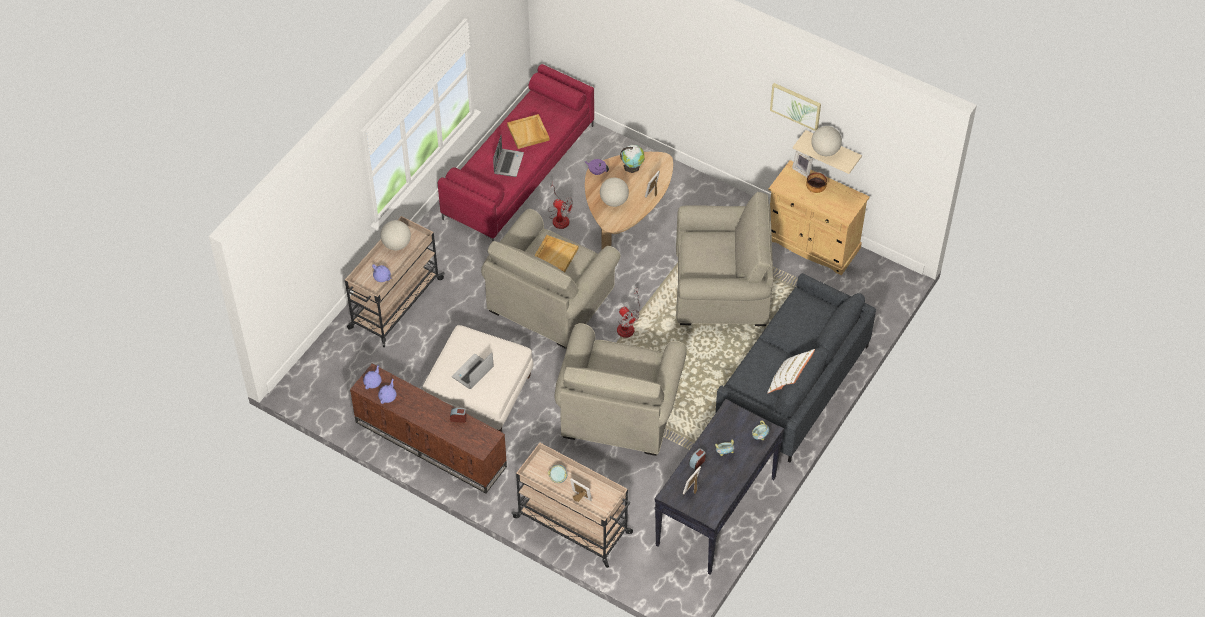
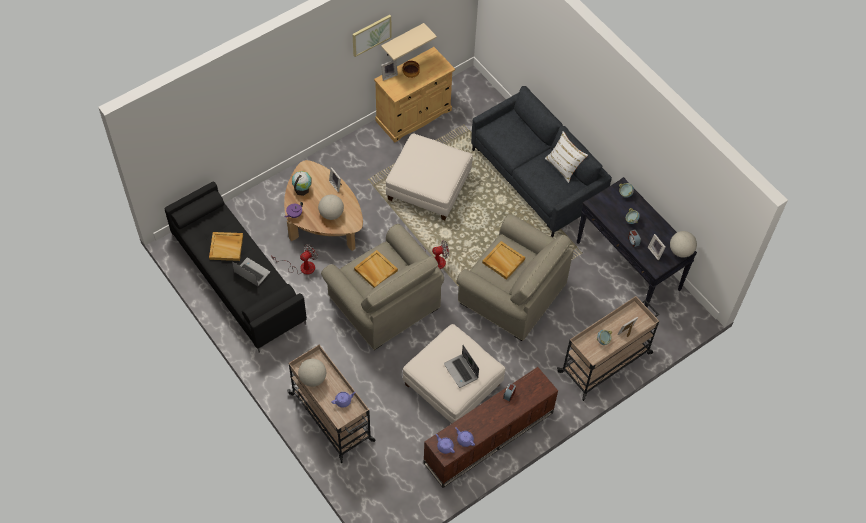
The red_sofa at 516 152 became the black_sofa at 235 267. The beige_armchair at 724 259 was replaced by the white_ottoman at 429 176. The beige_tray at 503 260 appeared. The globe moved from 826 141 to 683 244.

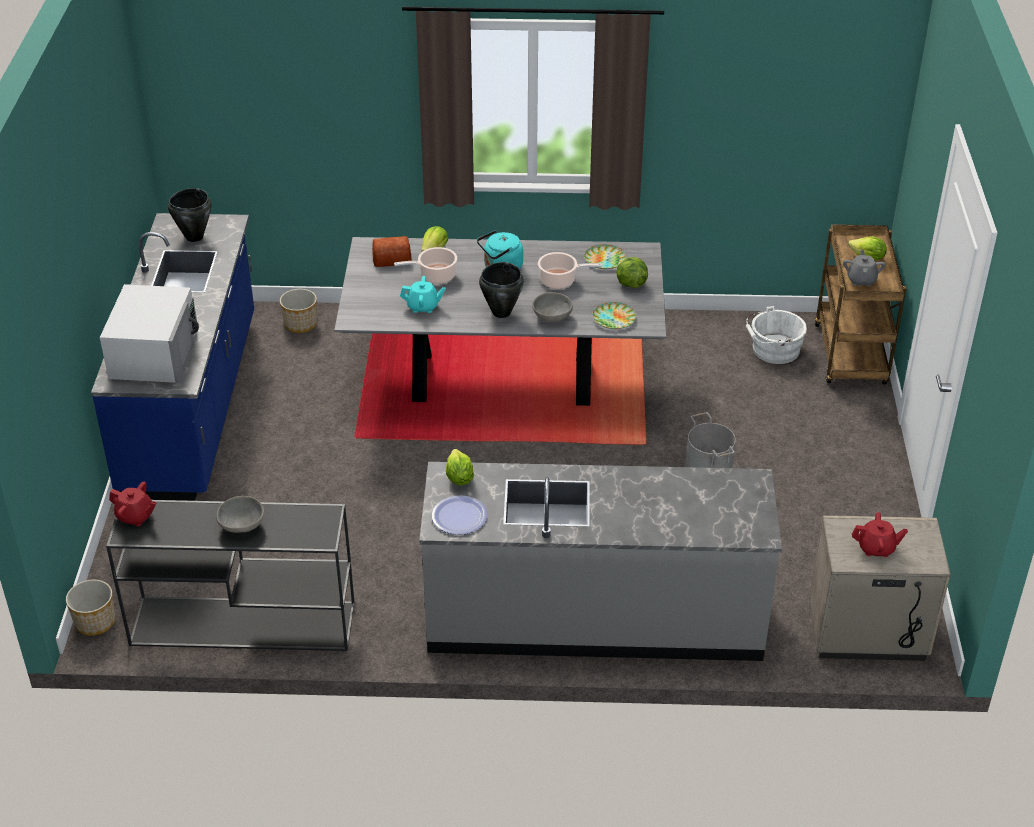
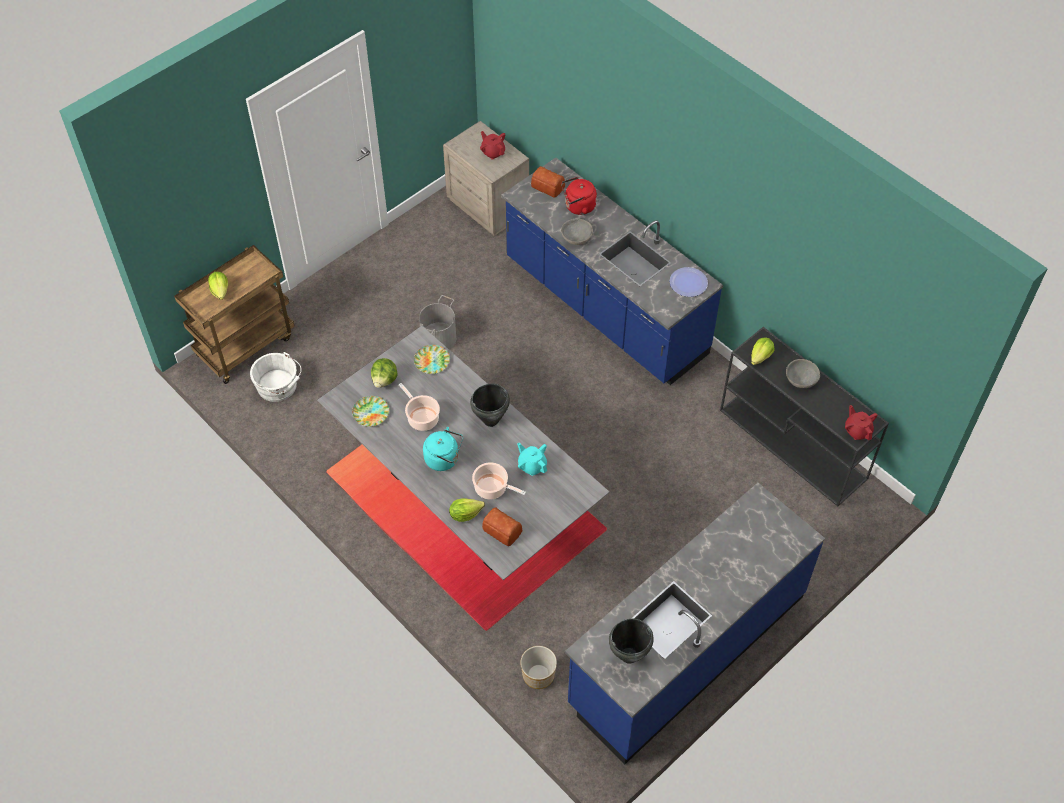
The grey_counter at 600 561 became the blue_counter at 612 271. The bread at 548 182 appeared. The red_kettle at 579 196 appeared. The grey_bowl moved from 552 307 to 577 231. The lettuce moved from 460 467 to 762 351. The planter at 90 608 disappeared. The white_microwave at 149 333 disappeared. The grey_teapot at 864 268 disappeared.

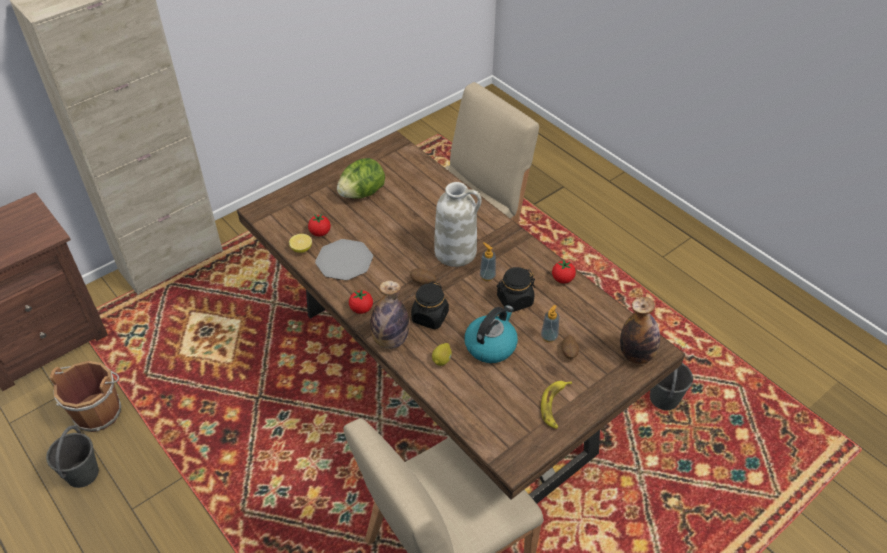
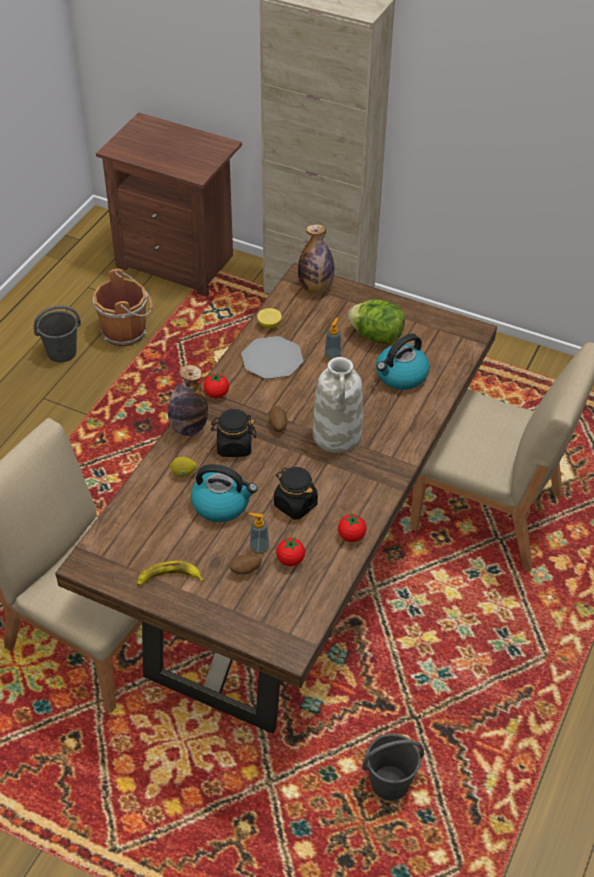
The tomato moved from 319 225 to 290 551. The bottle moved from 640 330 to 316 259. The soap_dispenser moved from 488 261 to 333 338. The kettle at 403 362 appeared.

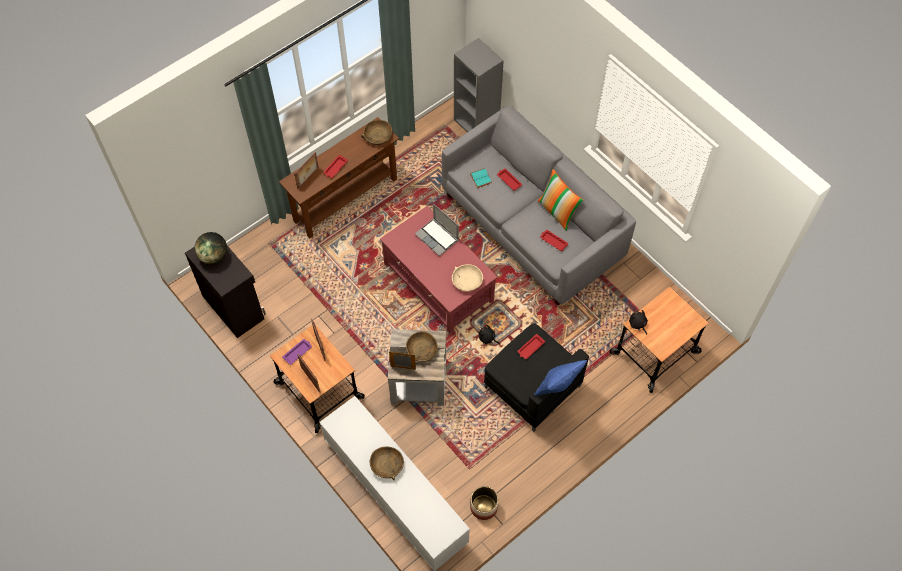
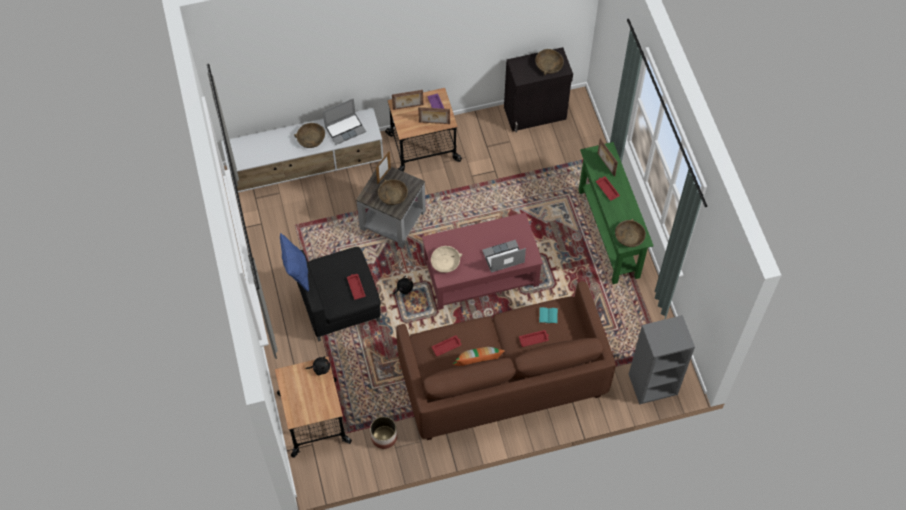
The laptop at 344 121 appeared. The planter moved from 484 503 to 383 432. The grey_sofa at 539 205 became the brown_sofa at 506 360. The globe at 211 248 was replaced by the brown_bowl at 549 62. The brown_console_table at 339 178 became the green_console_table at 616 213.

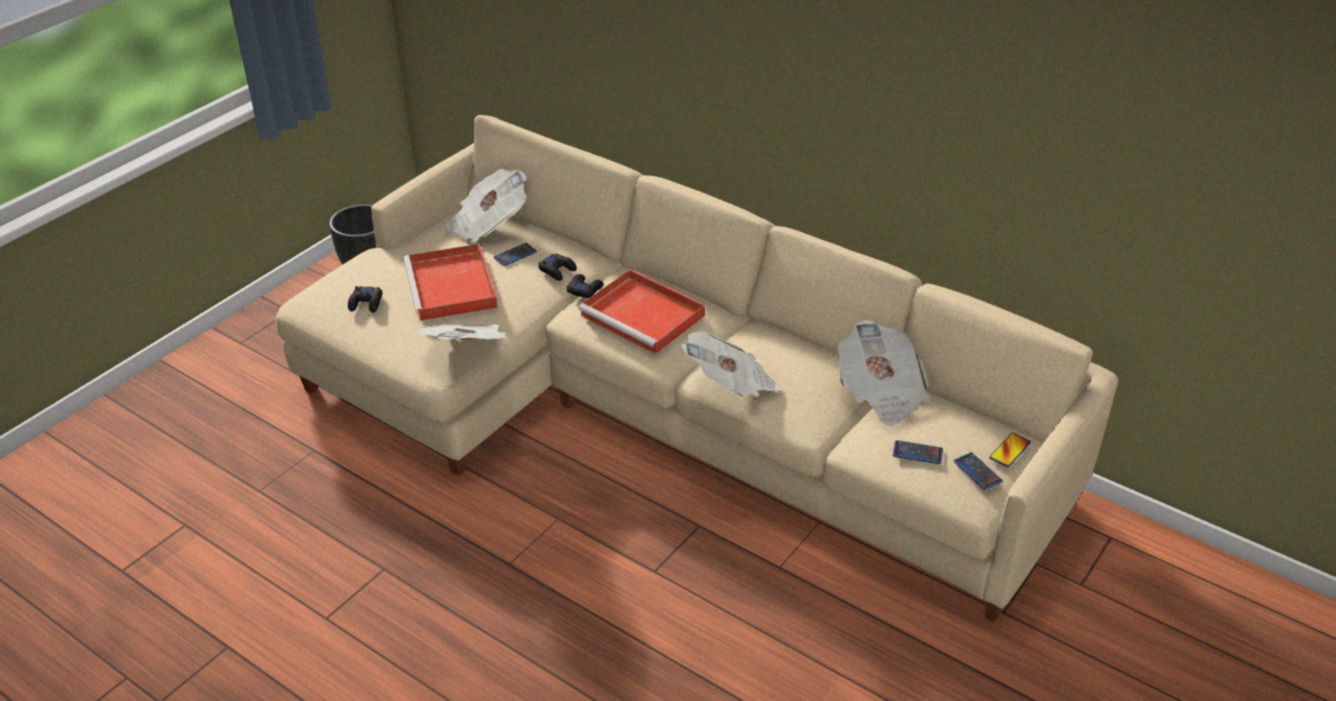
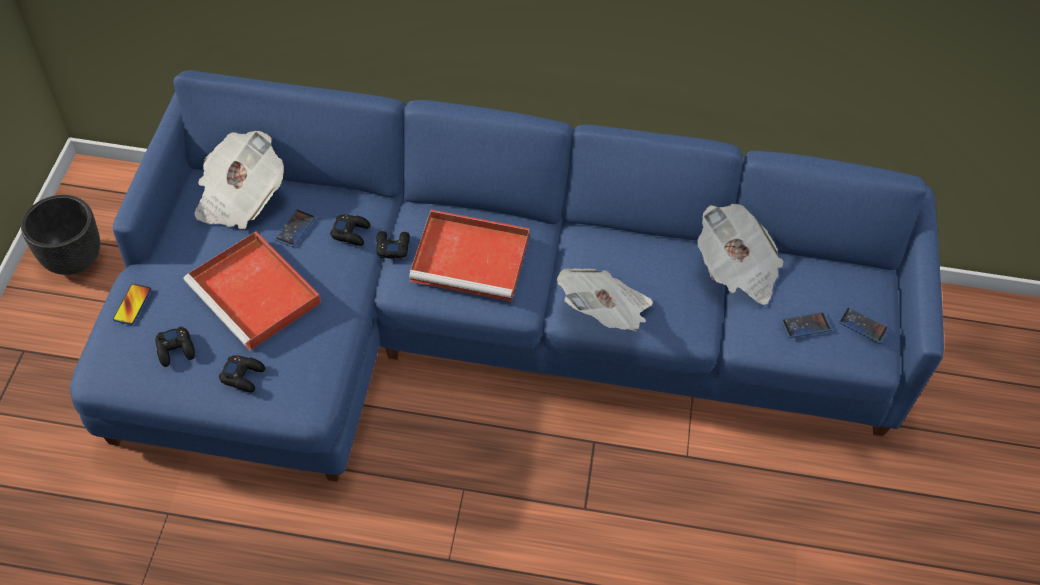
The beige_sofa at 696 368 became the blue_sofa at 506 276. The phone moved from 1010 450 to 132 304. The black_game_controller at 242 374 appeared. The newspaper at 461 332 disappeared.

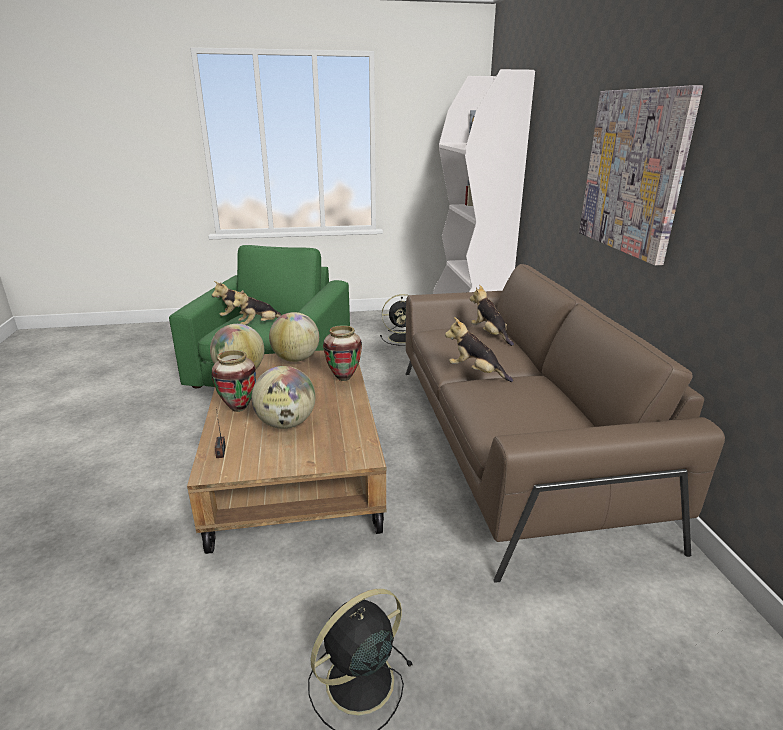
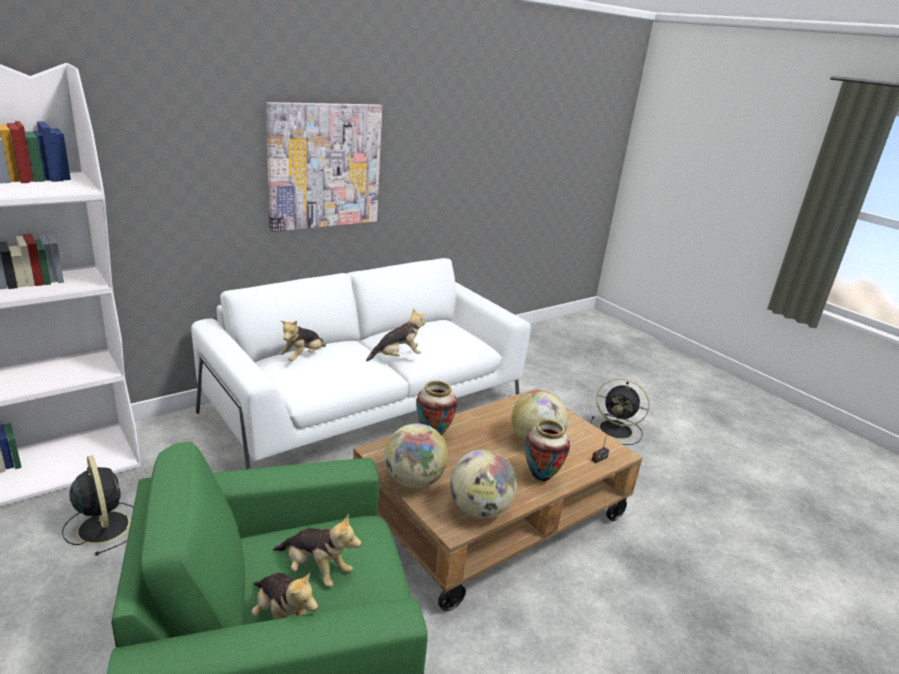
The brown_sofa at 565 423 became the white_sofa at 361 363. The plush_toy at 479 349 turned 120 degrees counterclockwise.

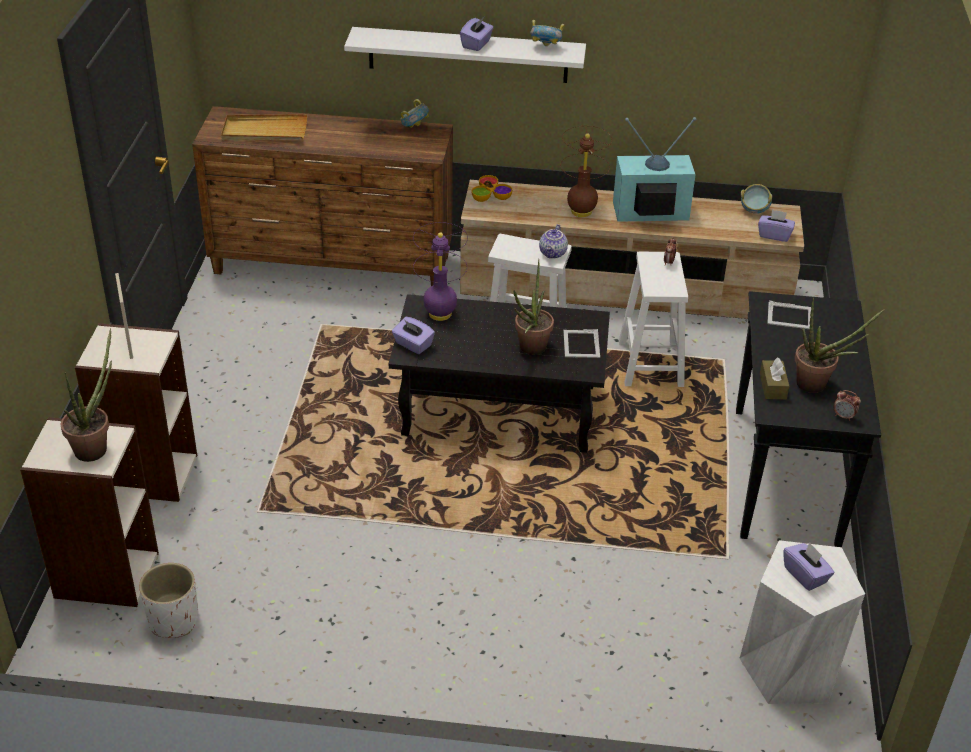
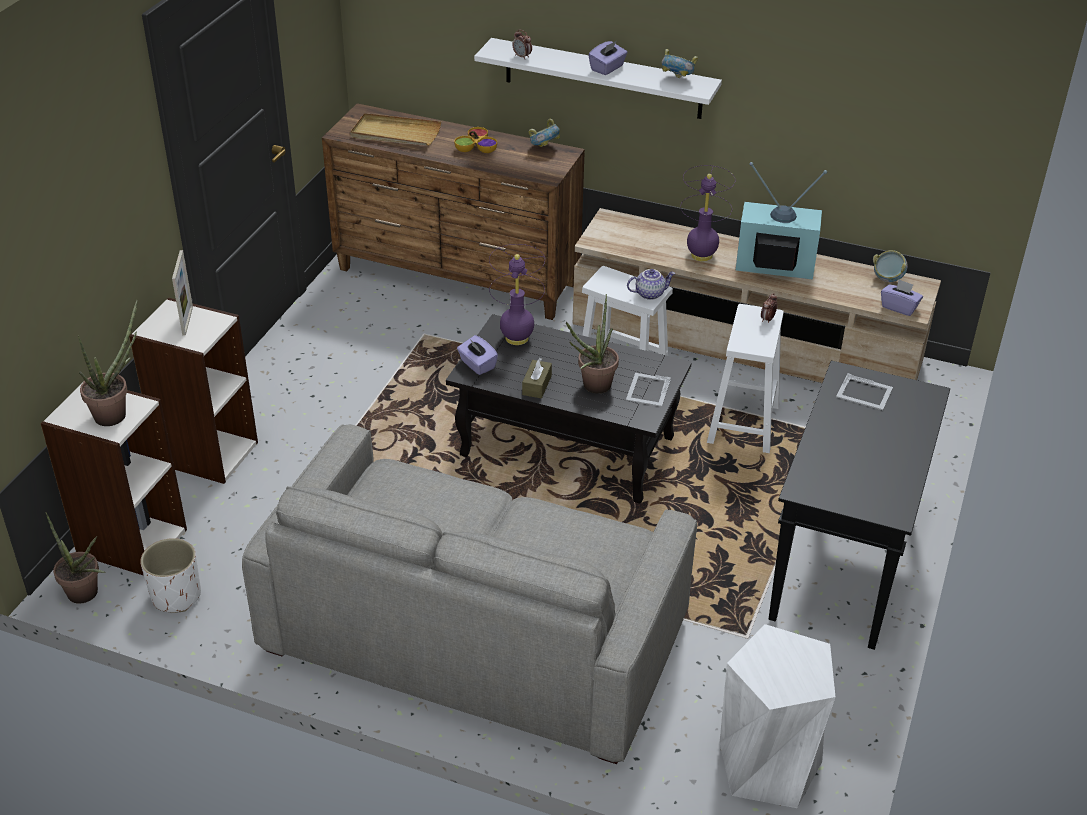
The potted_plant moved from 840 345 to 75 558. The grey_sofa at 469 594 appeared. The bowl moved from 492 188 to 475 140. The alarm_clock moved from 847 405 to 522 44. The brown_tissue_box moved from 774 378 to 537 378. The teapot at 553 241 turned 135 degrees counterclockwise. The brown_table_lamp at 586 171 became the purple_table_lamp at 707 213. The purple_tissue_box at 808 566 disappeared.

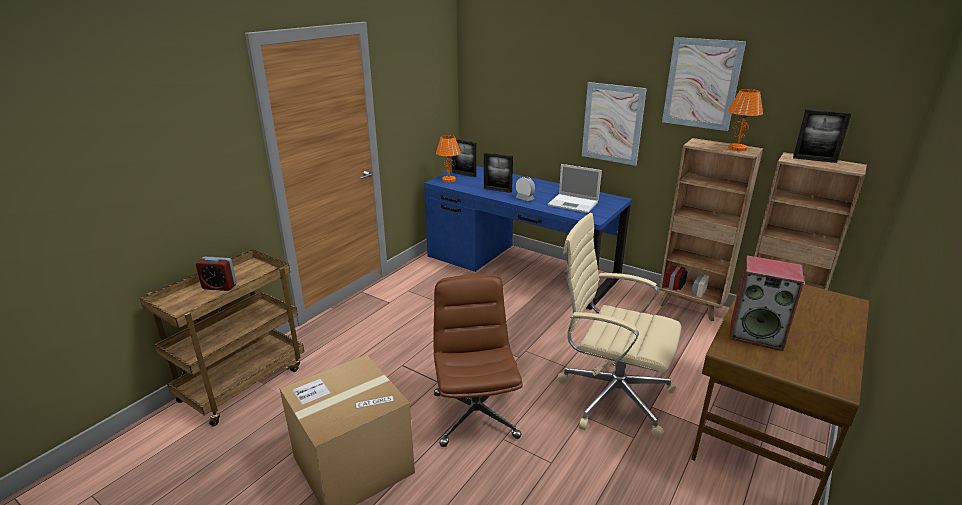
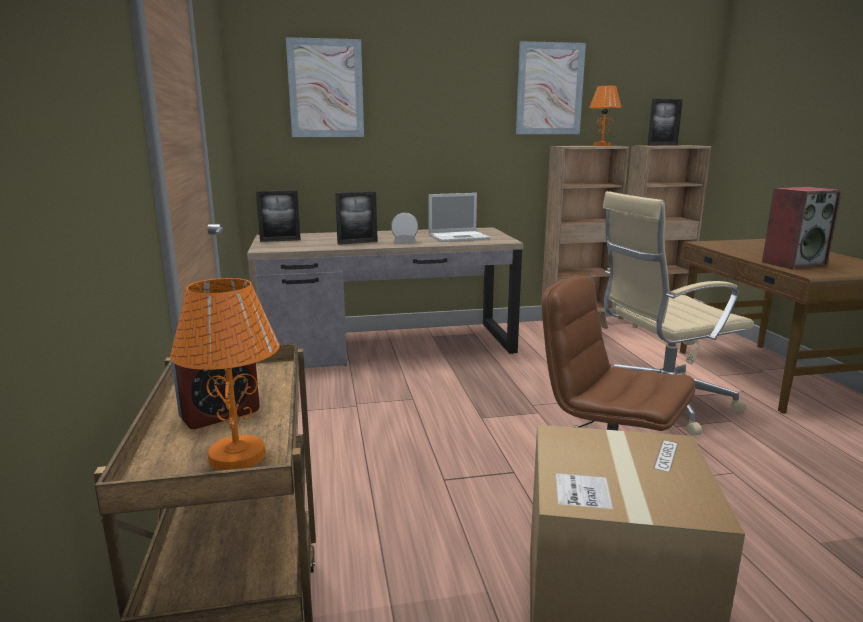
The orange_table_lamp moved from 448 158 to 225 374. The blue_desk at 528 238 became the brown_desk at 385 297. The picture moved from 614 124 to 325 87.

